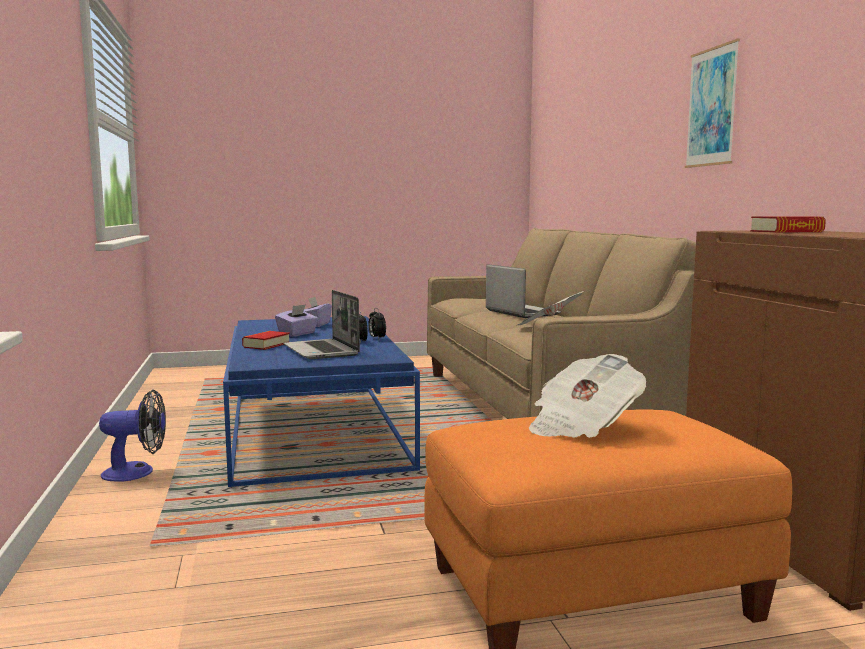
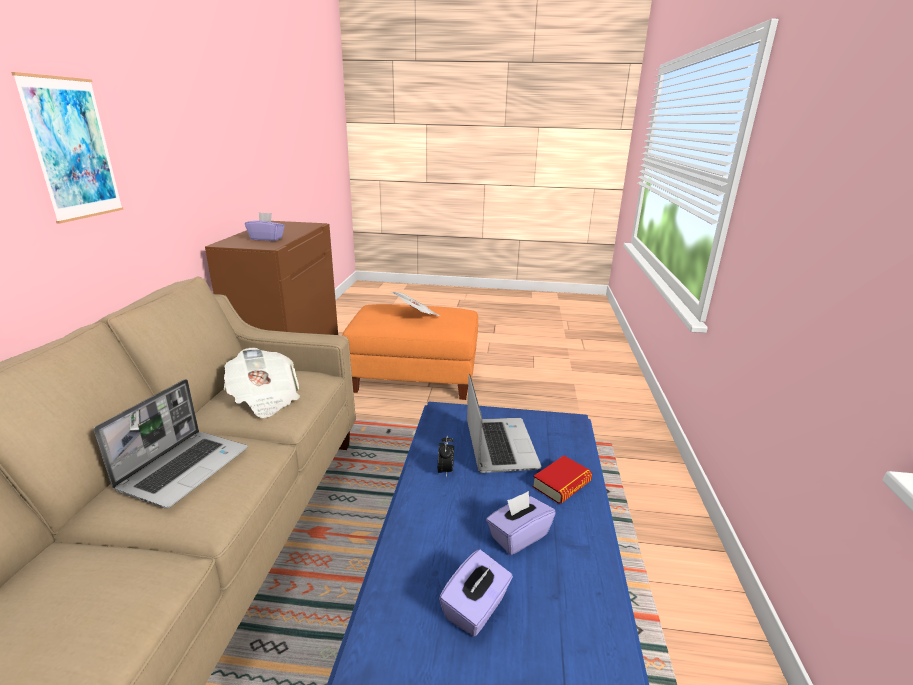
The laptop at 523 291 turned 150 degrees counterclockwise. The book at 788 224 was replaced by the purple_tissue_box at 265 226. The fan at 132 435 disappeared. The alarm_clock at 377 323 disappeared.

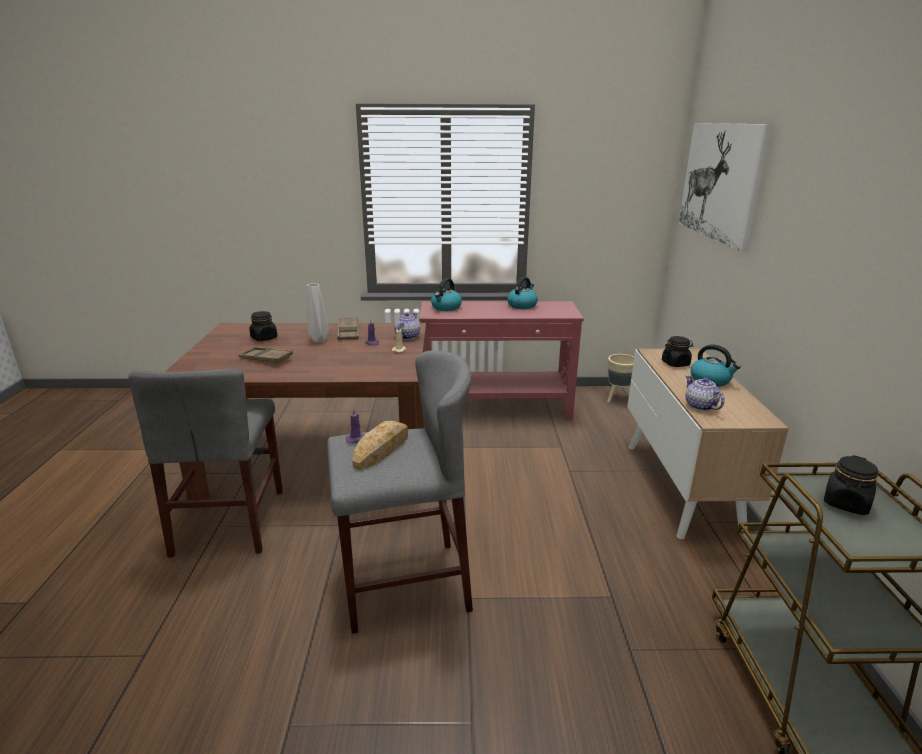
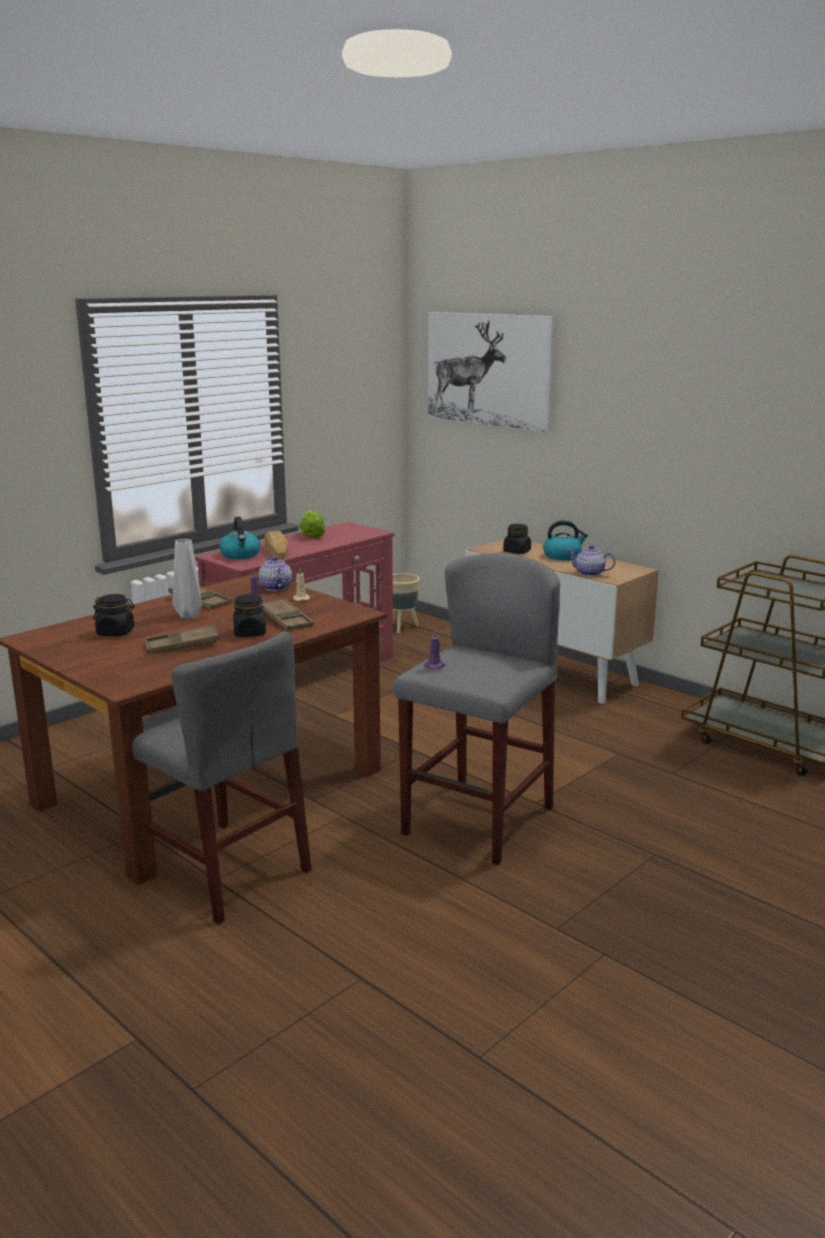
The black_jar moved from 851 485 to 249 615. The brown_tray at 287 614 appeared. The bread moved from 380 445 to 276 545. The kettle at 522 293 was replaced by the lettuce at 312 525.

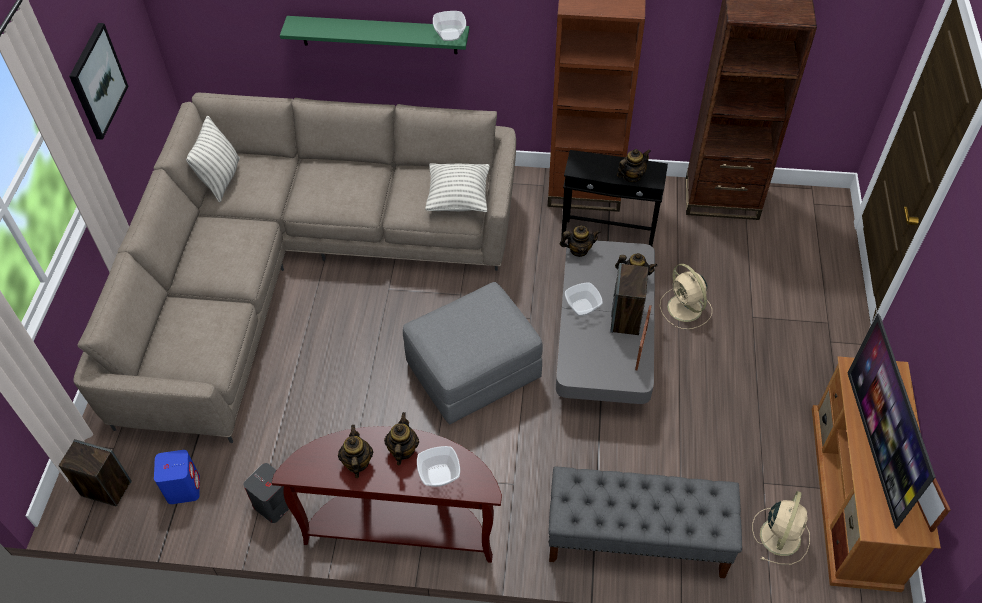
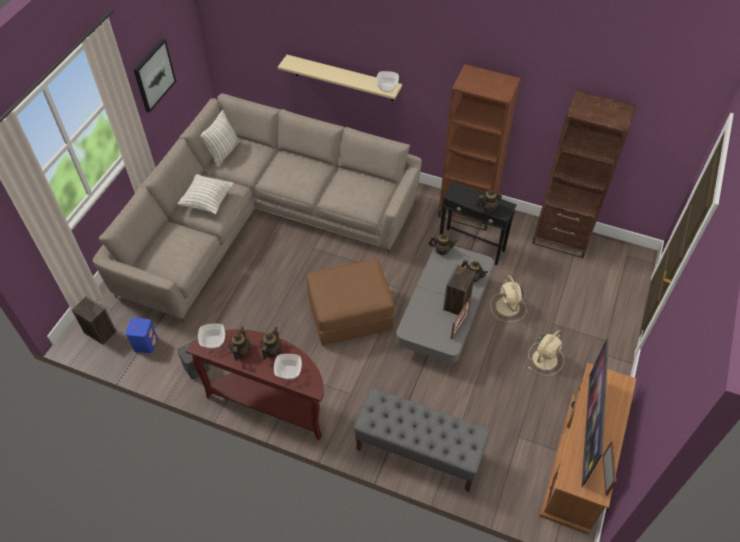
The pillow moved from 457 187 to 205 194. The bowl moved from 584 299 to 211 336. The green_shelf at 374 35 became the beige_shelf at 340 78. The grey_ottoman at 473 353 became the brown_ottoman at 350 302. The beige_fan moved from 781 528 to 546 353.

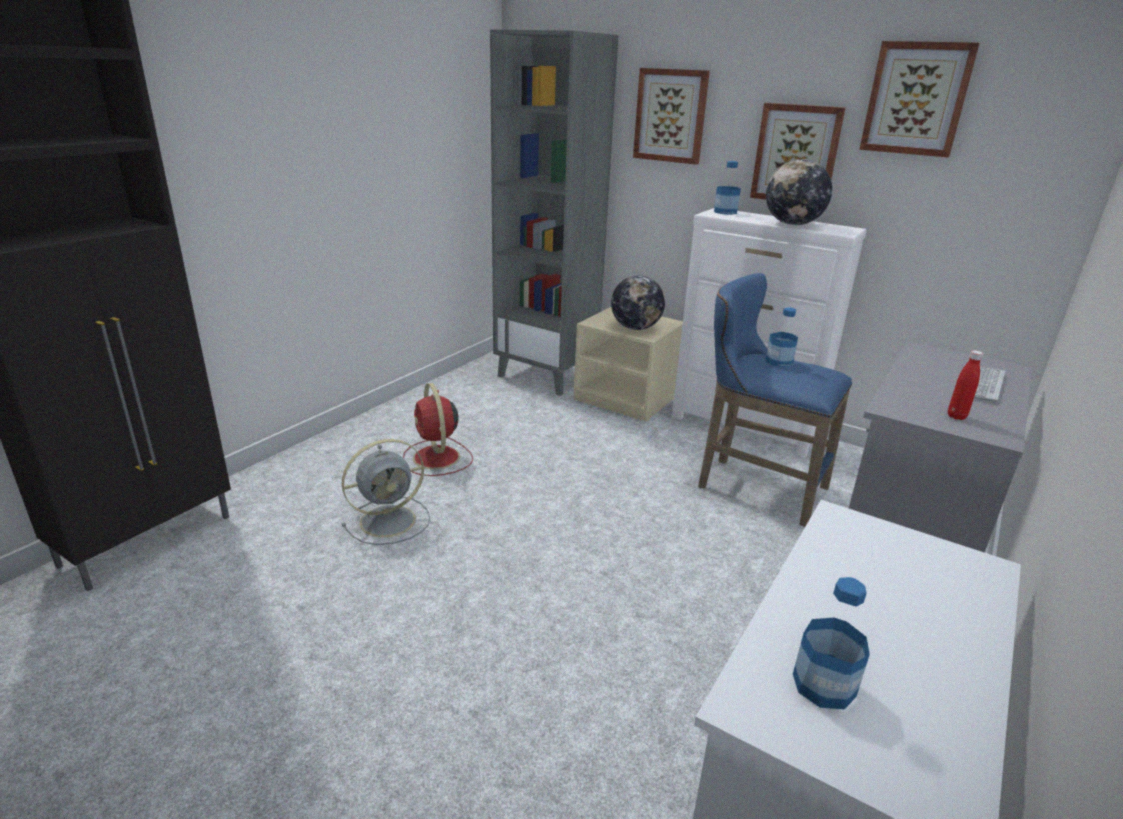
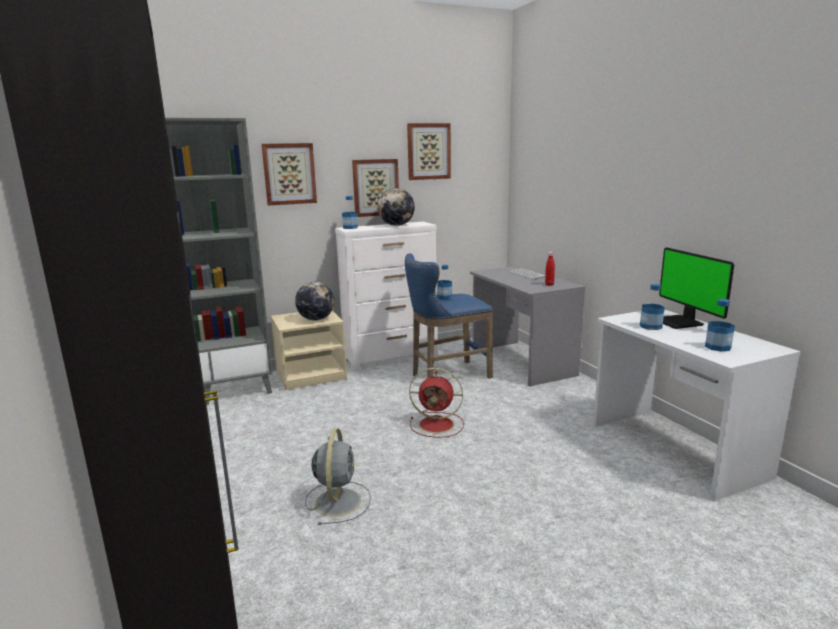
The red_fan moved from 438 429 to 436 403. The bottle at 652 307 appeared. The monitor at 696 288 appeared.

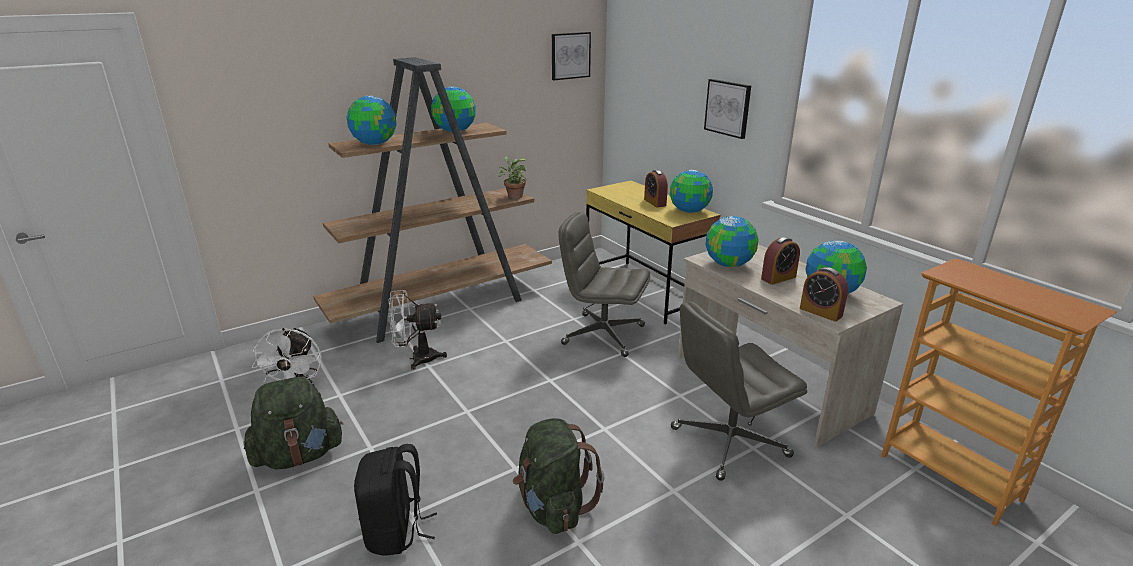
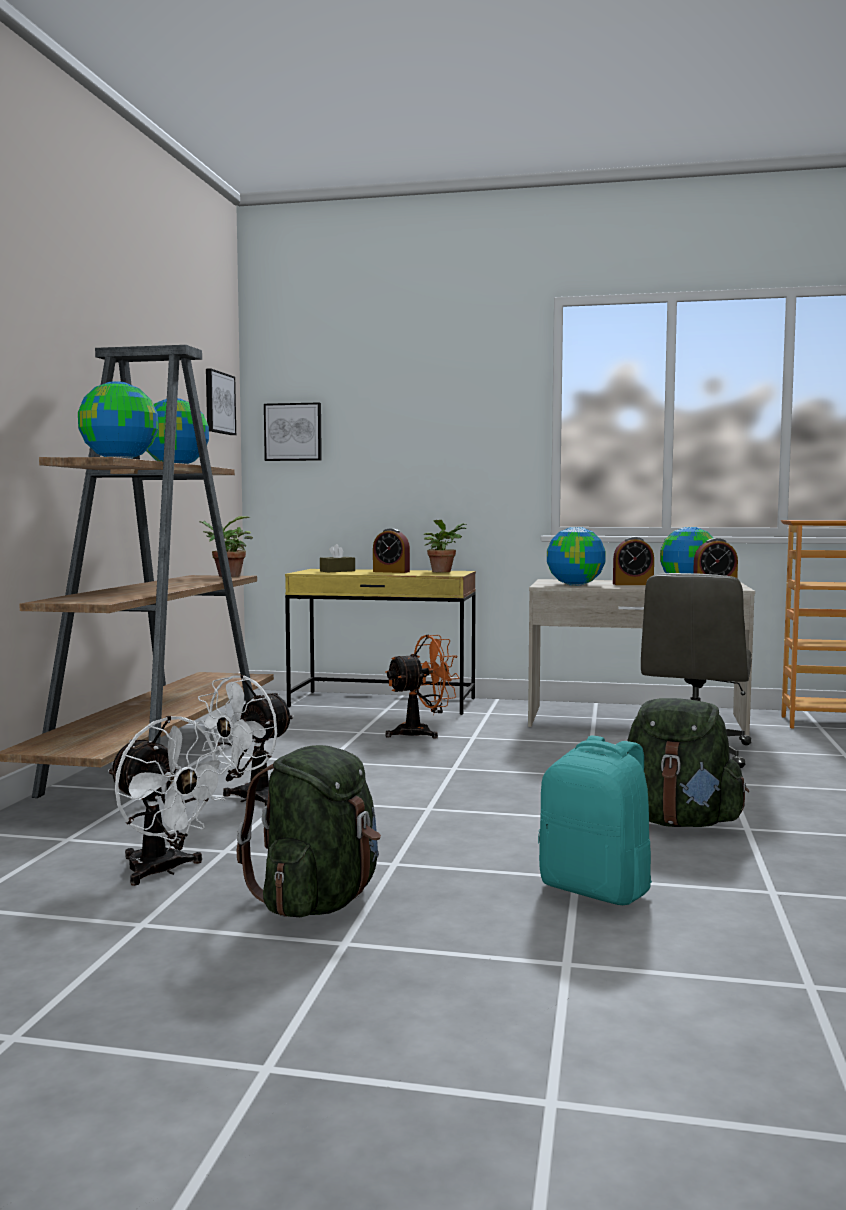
The picture moved from 727 109 to 293 431. The brown_tissue_box at 337 558 appeared. The grey_office_chair at 604 284 was replaced by the orange_fan at 422 687. The globe at 691 191 was replaced by the potted_plant at 445 546. The black_backpack at 395 500 became the turquoise_backpack at 595 820. The alarm_clock at 780 261 turned 75 degrees clockwise.

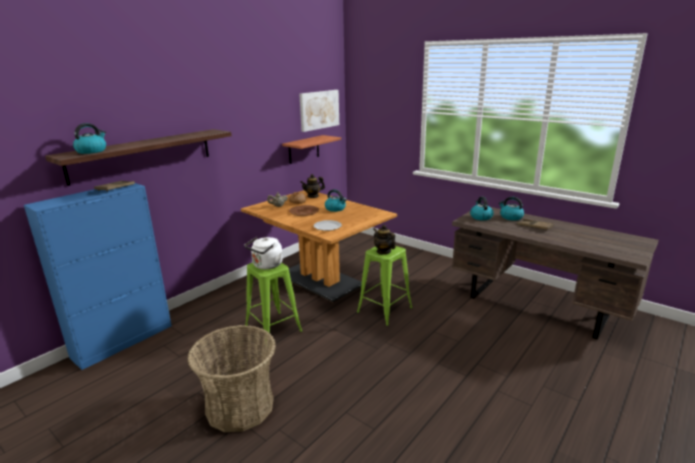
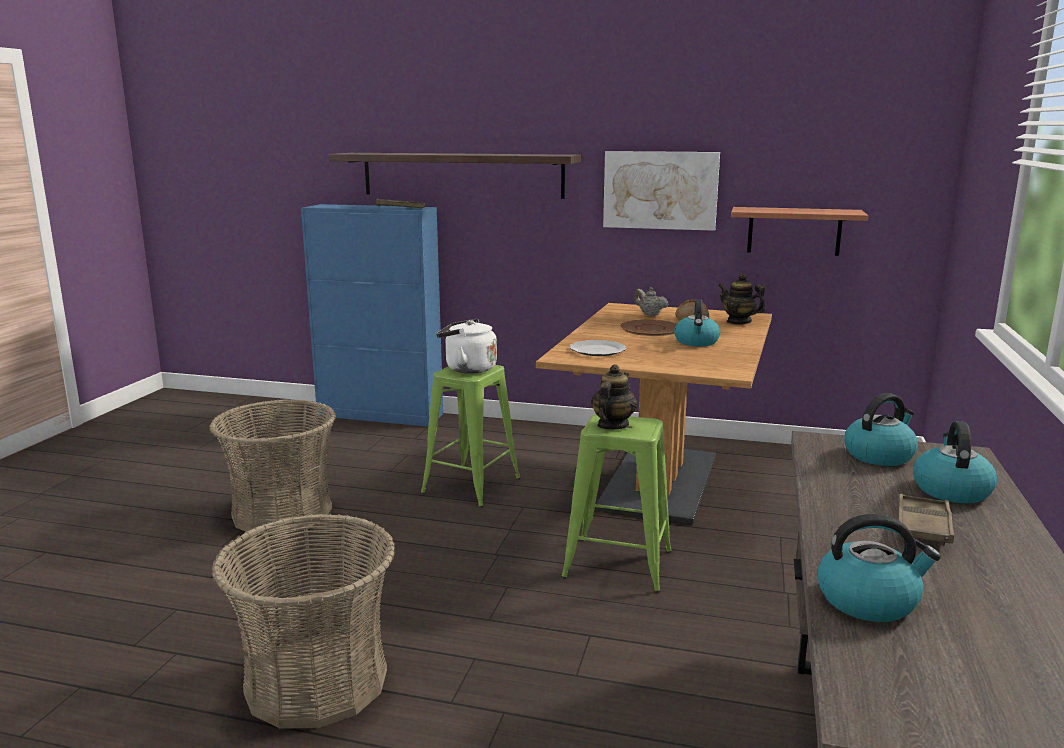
The basket at 303 621 appeared. The picture moved from 319 111 to 661 191. The kettle moved from 89 138 to 879 568.

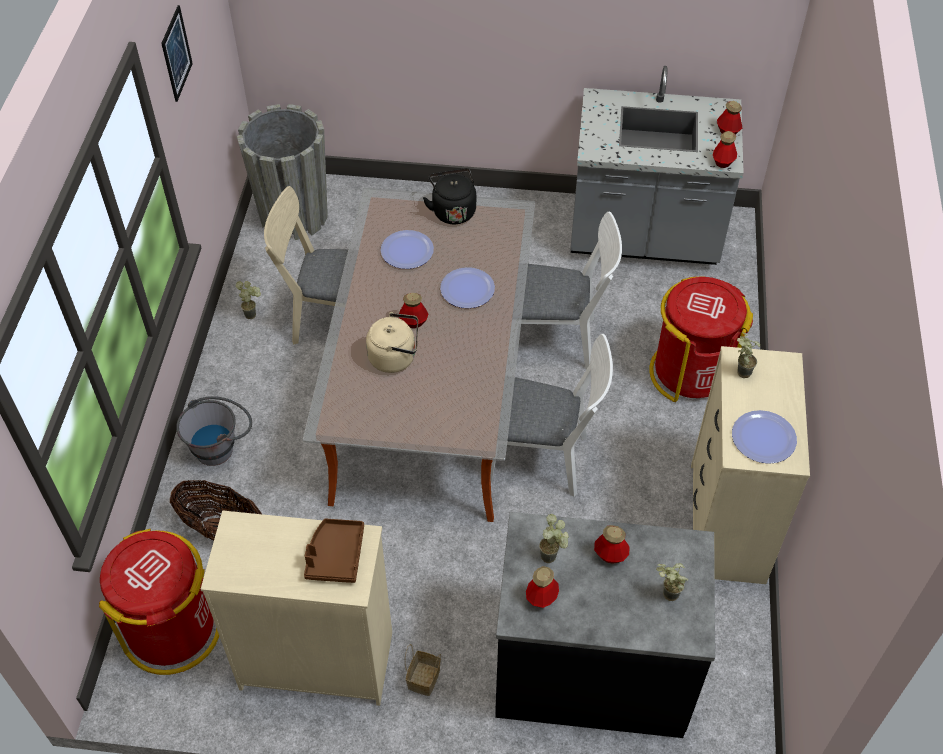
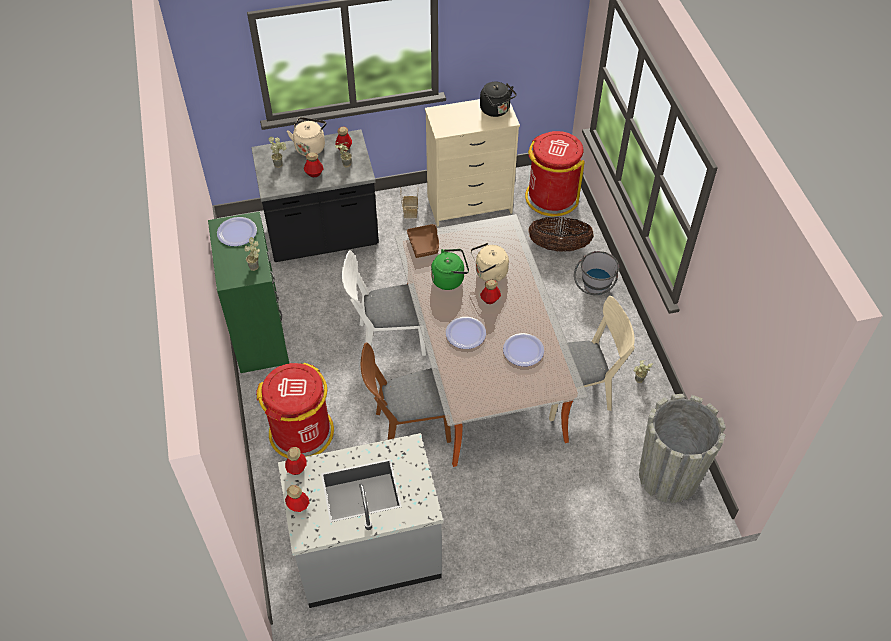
The beige_dresser at 750 465 became the green_dresser at 248 292. The beige_kettle at 307 136 appeared. The white_chair at 571 290 became the brown_chair at 406 393. The brown_tray moved from 334 551 to 423 241. The green_kettle at 450 269 appeared. The black_kettle moved from 449 196 to 498 99. The picture at 177 53 disappeared.

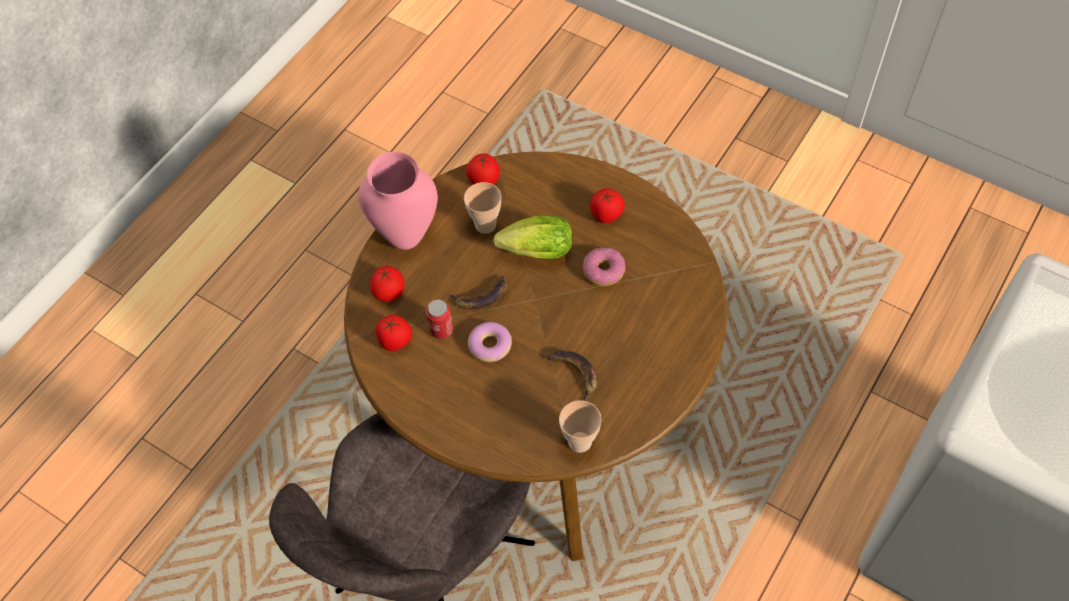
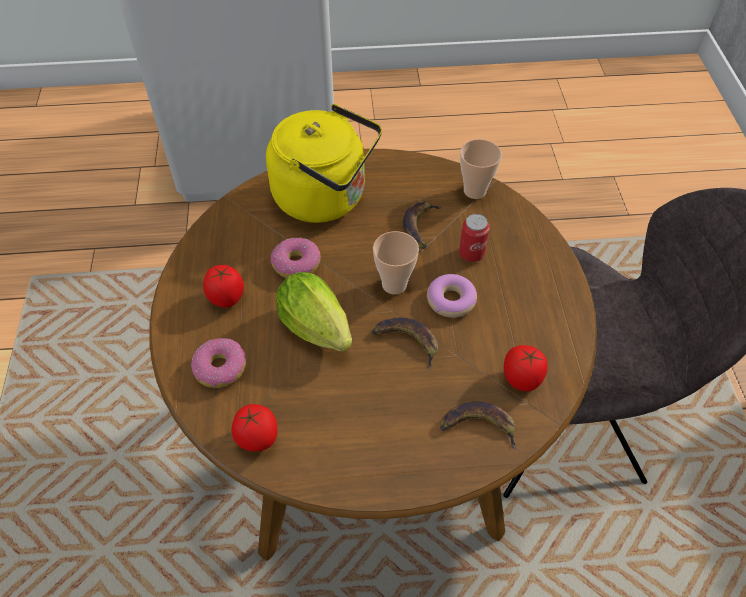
The donut at 218 363 appeared. The yellow_kettle at 324 163 appeared. The cup moved from 482 208 to 396 262. The tomato at 387 284 was replaced by the banana at 478 426. The can moved from 439 319 to 474 238. The pink_vase at 398 201 disappeared.

